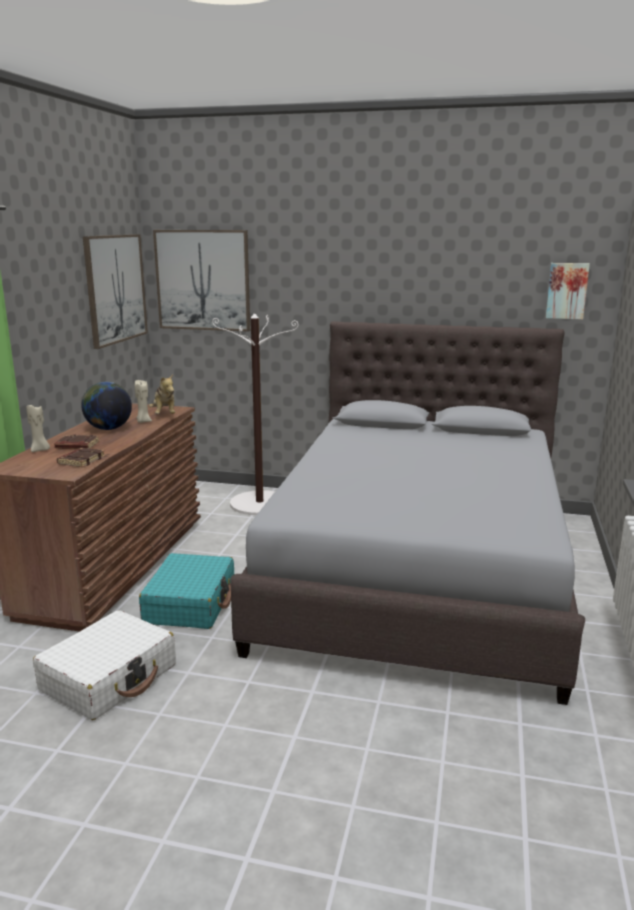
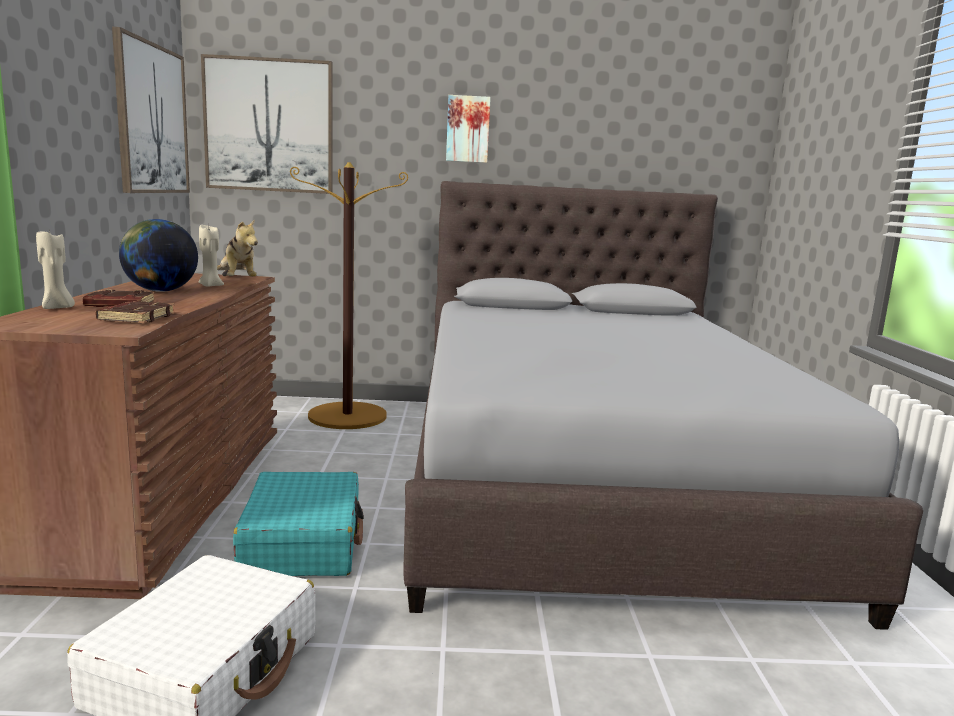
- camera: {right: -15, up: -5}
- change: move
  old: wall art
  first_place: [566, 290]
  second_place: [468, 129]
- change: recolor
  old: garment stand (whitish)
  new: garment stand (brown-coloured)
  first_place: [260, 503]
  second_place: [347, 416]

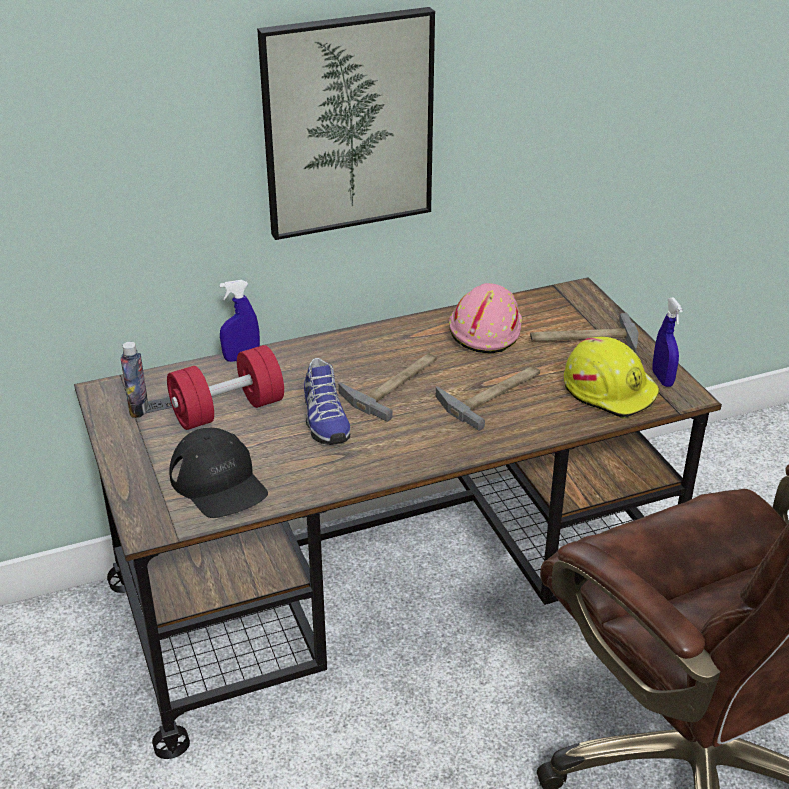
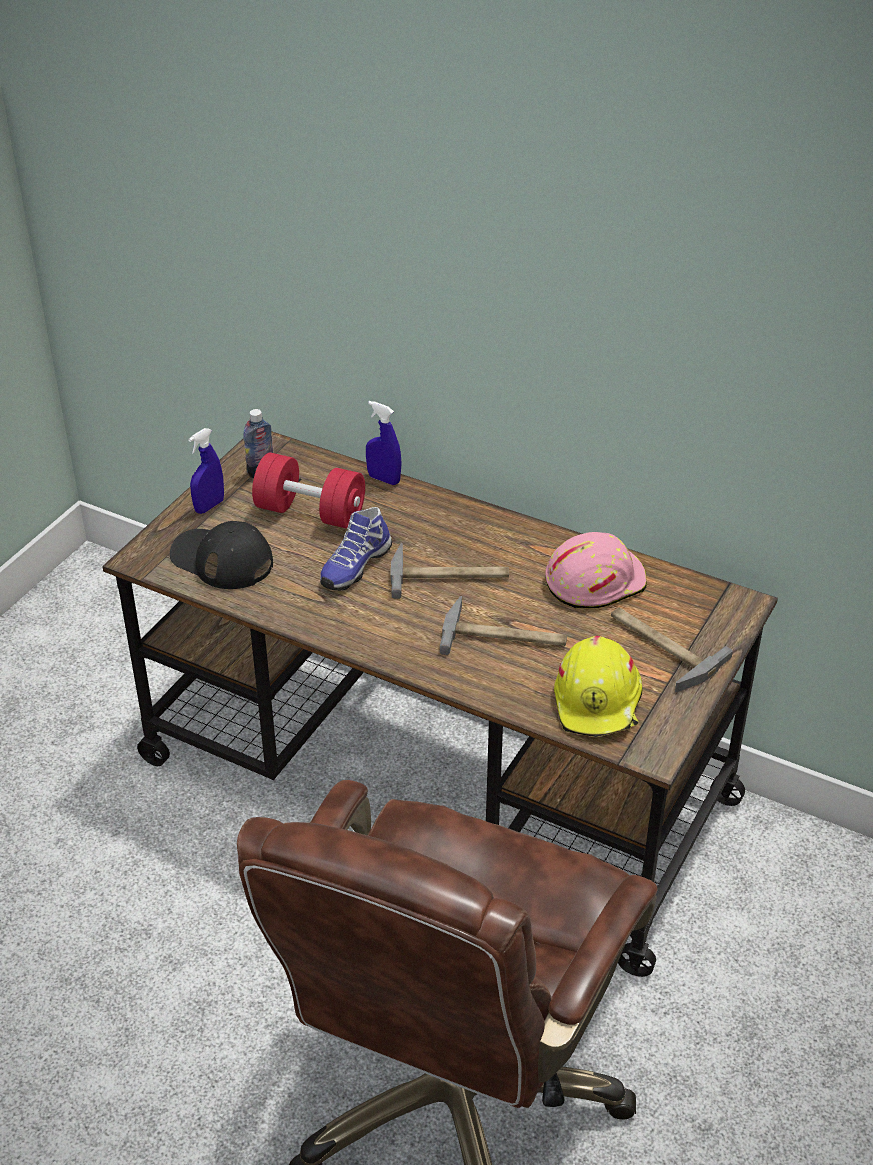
- camera: {right: 50, up: 5}
- change: delete
  old: wall art
  first_place: [347, 123]
- change: move
  old: spray bottle (blue)
  first_place: [662, 379]
  second_place: [209, 506]
- change: rotate
  old: peaked cap (black-coloured)
  first_place: [219, 483]
  second_place: [222, 560]
  degrees: 105

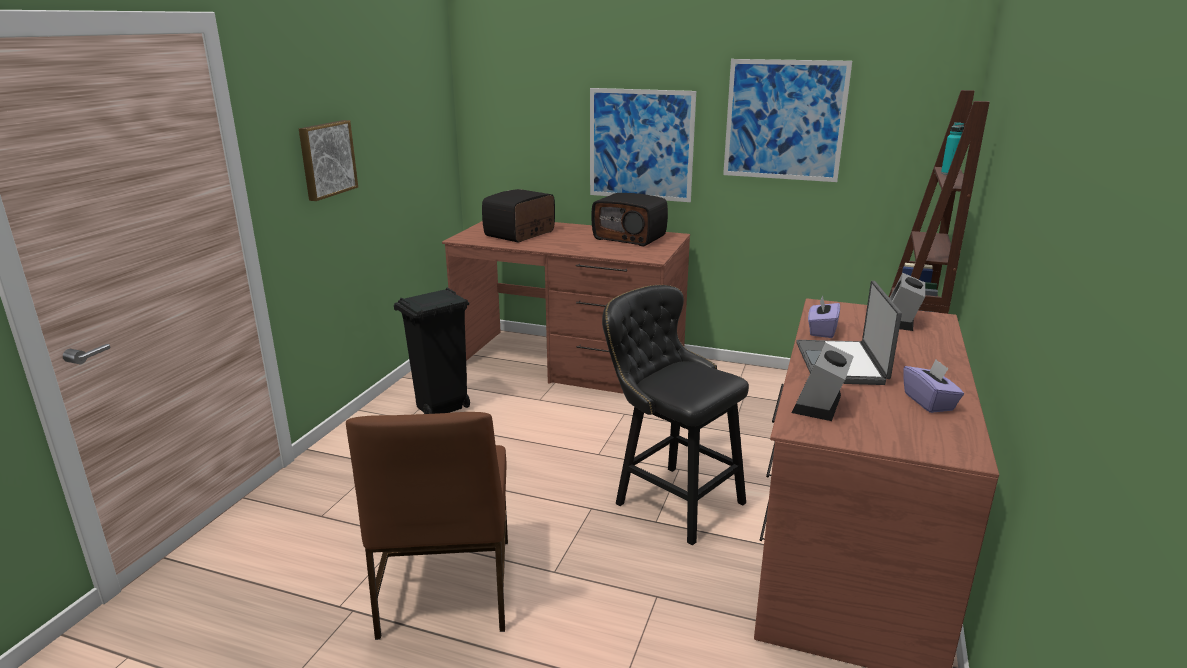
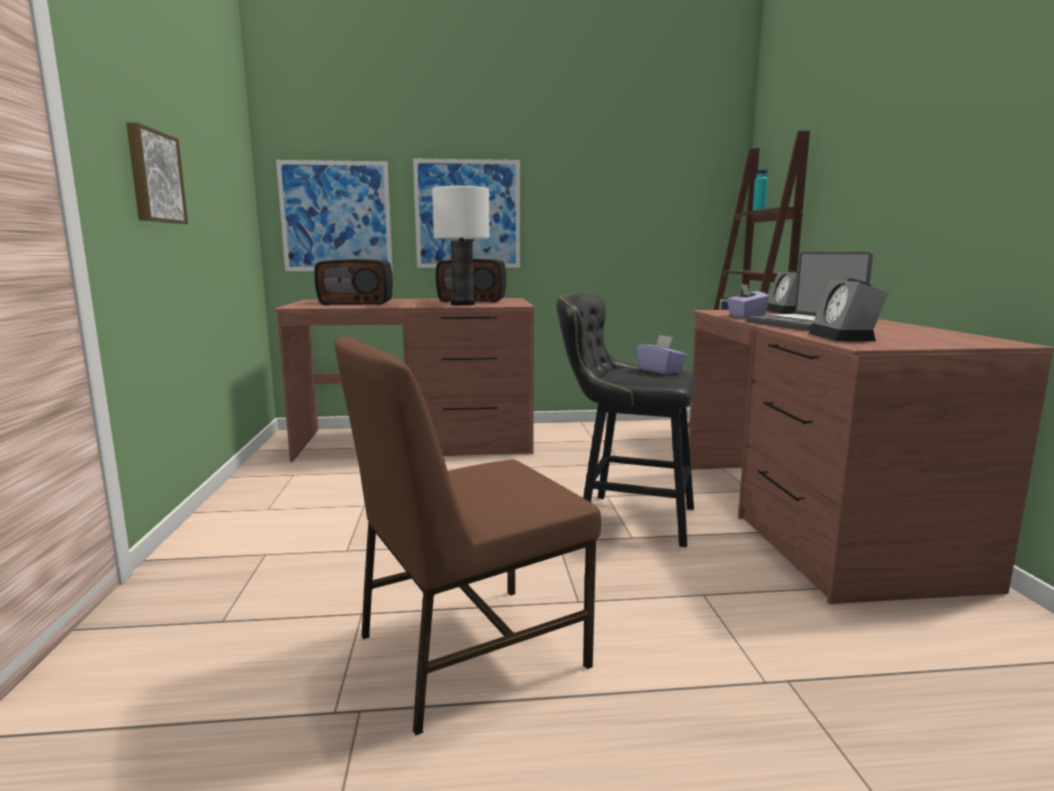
- camera: {right: -25, up: -10}
- change: move
  old: wall art
  first_place: [784, 120]
  second_place: [336, 217]
- change: rotate
  old: radio receiver
  first_place: [520, 234]
  second_place: [357, 303]
  degrees: -105
- change: delete
  old: rubbish bin (black-coloured)
  first_place: [441, 409]
- change: move
  old: box of tissues (purple-coloured)
  first_place: [929, 402]
  second_place: [660, 371]
- change: rotate
  old: plain chair (brown-coloured)
  first_place: [445, 588]
  second_place: [467, 651]
  degrees: 90
- change: insert
  new: lamp for a table (whitish)
  second_place: [462, 304]

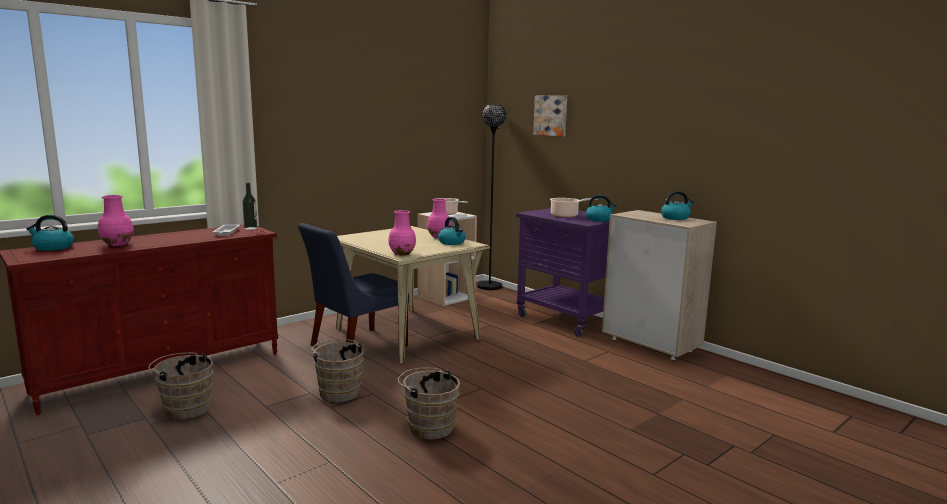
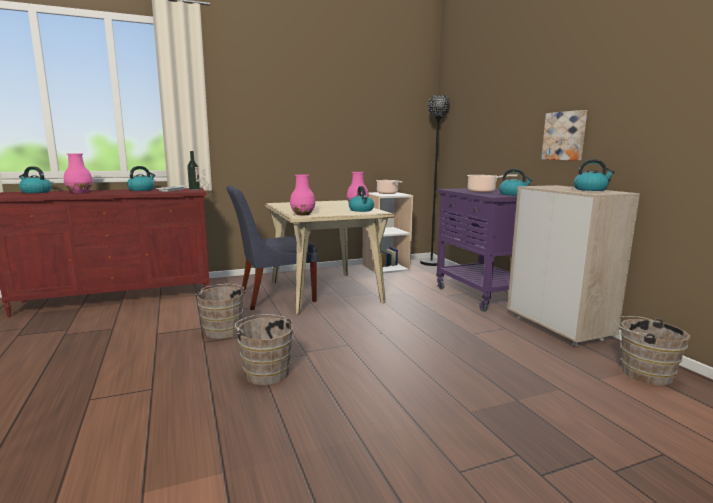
- camera: {right: 20, up: 0}
- change: move
  old: wall art
  first_place: [551, 115]
  second_place: [565, 136]
- change: move
  old: water bucket (brown-coloured)
  first_place: [185, 408]
  second_place: [642, 373]
- change: insert
  new: tea kettle
  second_place: [142, 190]

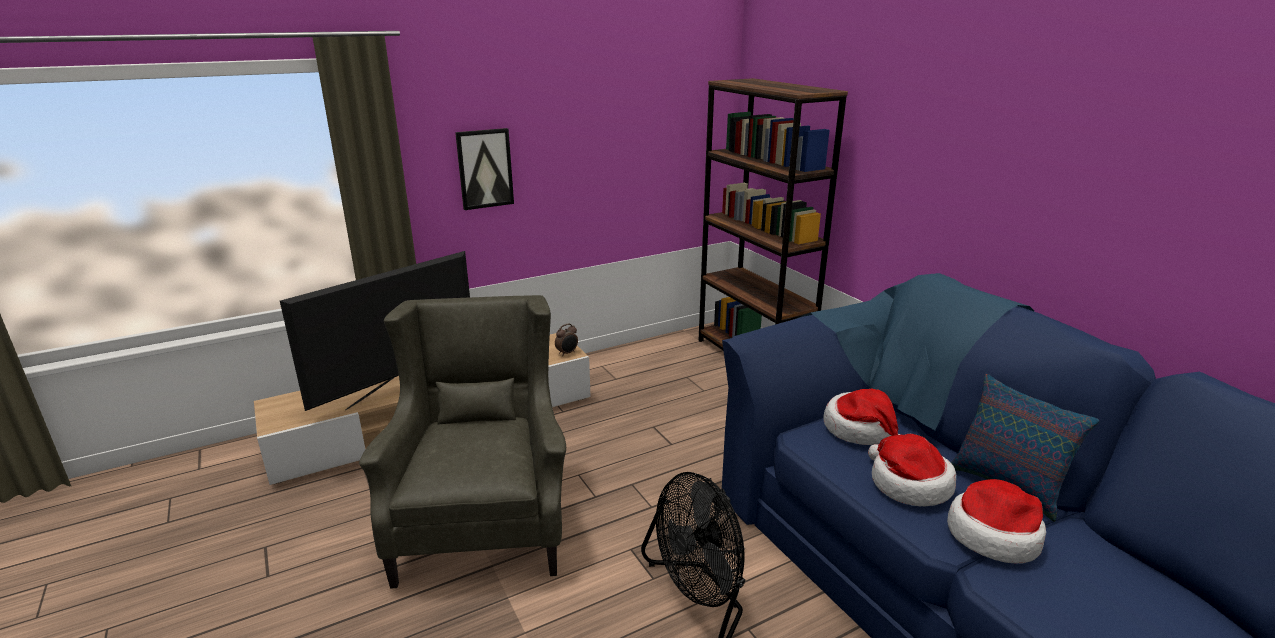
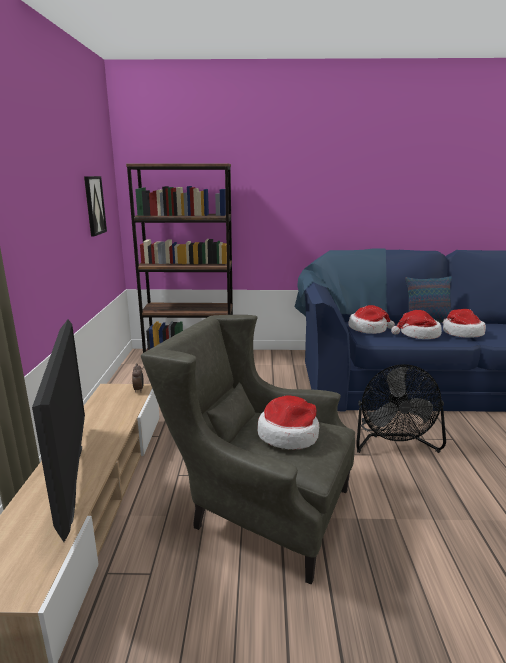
- camera: {right: -60, up: -5}
- change: move
  old: wall art
  first_place: [485, 168]
  second_place: [94, 205]
- change: insert
  new: wearable hat
  second_place: [289, 434]

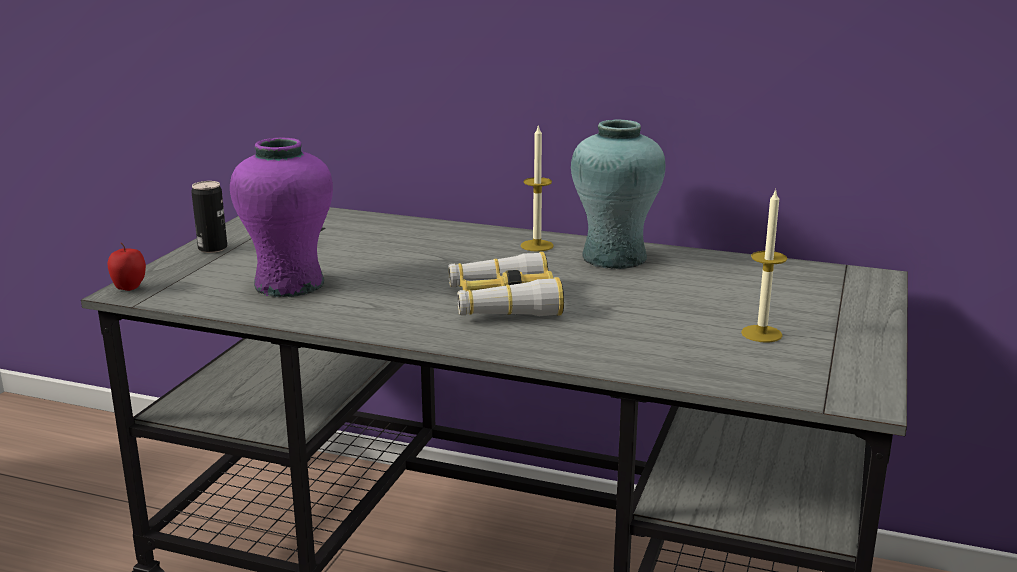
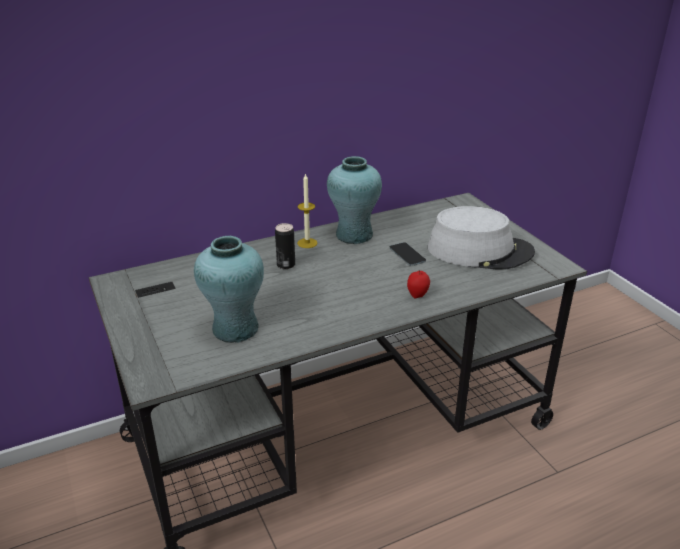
- camera: {right: -45, up: 10}
- change: recolor
  old: flower vase (purple-coloured)
  new: flower vase (turquoise)
  first_place: [288, 284]
  second_place: [235, 329]
- change: move
  old: can
  first_place: [212, 248]
  second_place: [286, 265]
- change: replace
  old: wax light
  new: wearable hat (grey)
  first_place: [761, 334]
  second_place: [479, 251]
- change: move
  old: whole apple
  first_place: [129, 288]
  second_place: [417, 295]
- change: delete
  old: field glasses
  first_place: [503, 303]
- change: insert
  new: phone
  second_place: [407, 254]

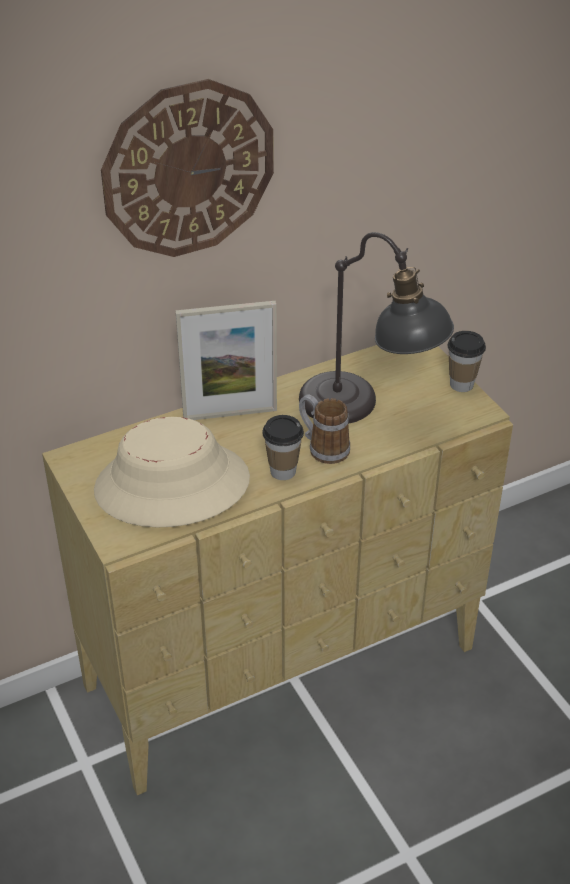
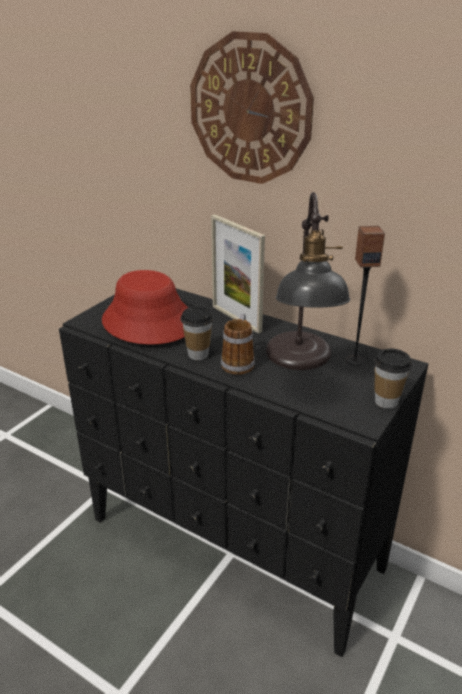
- camera: {right: 60, up: -10}
- change: recolor
  old: drawer chest (sand-coloured)
  new: drawer chest (black-coloured)
  first_place: [285, 670]
  second_place: [234, 547]
- change: recolor
  old: wearable hat (sand-coloured)
  new: wearable hat (reddish)
  first_place: [172, 486]
  second_place: [148, 322]
- change: insert
  new: speaker
  second_place: [354, 360]

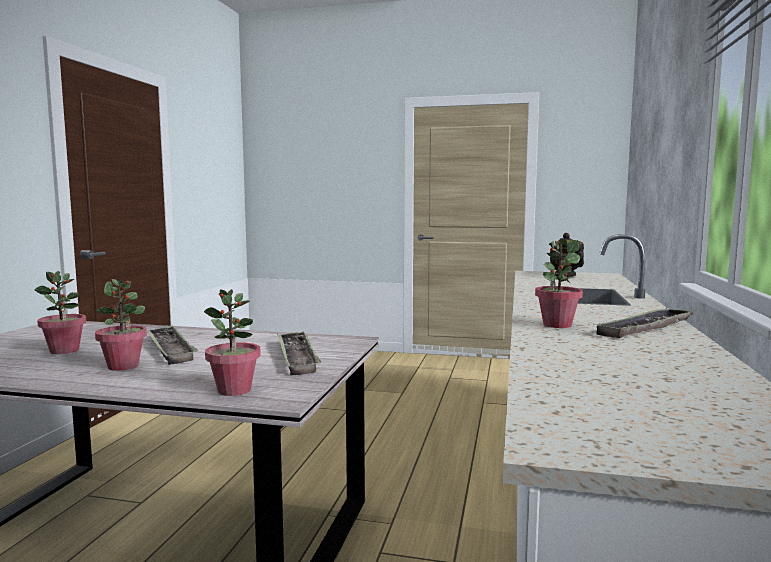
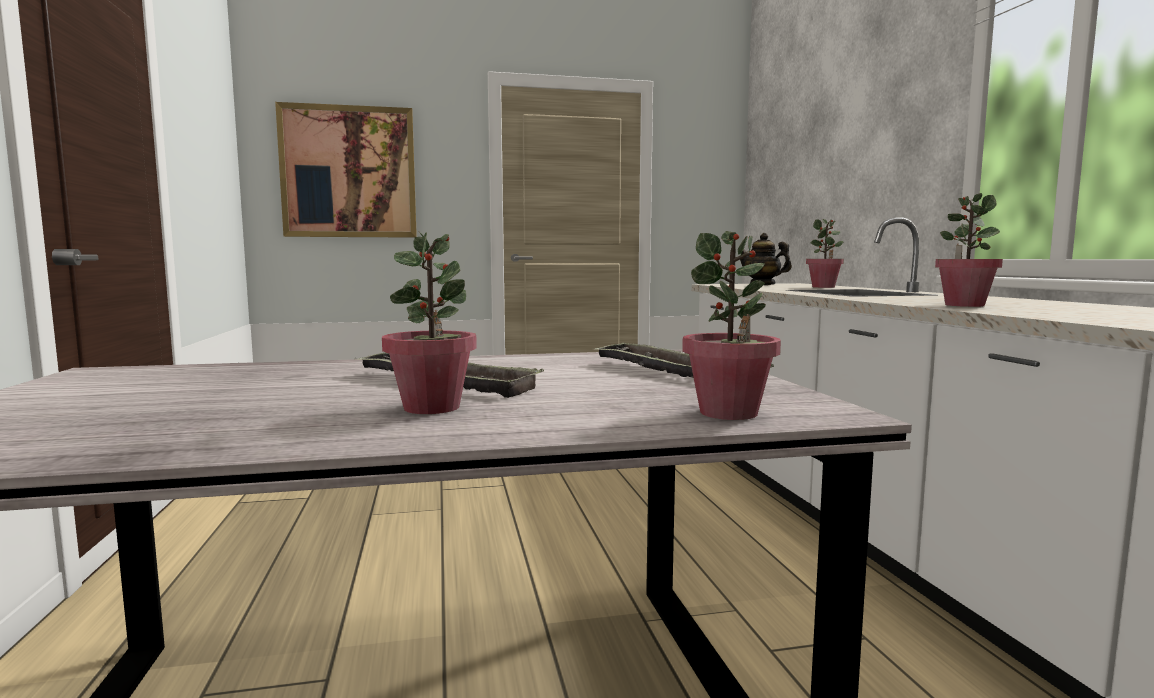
- camera: {right: -25, up: 0}
- change: move
  old: potted plant
  first_place: [64, 351]
  second_place: [823, 287]
- change: delete
  old: serving tray
  first_place: [645, 329]
- change: insert
  new: wall art
  second_place: [349, 172]

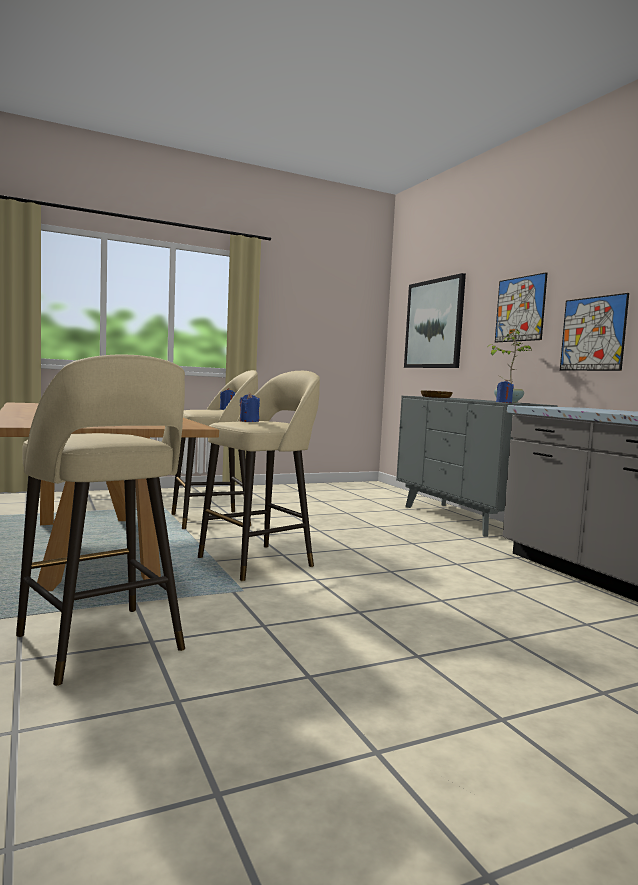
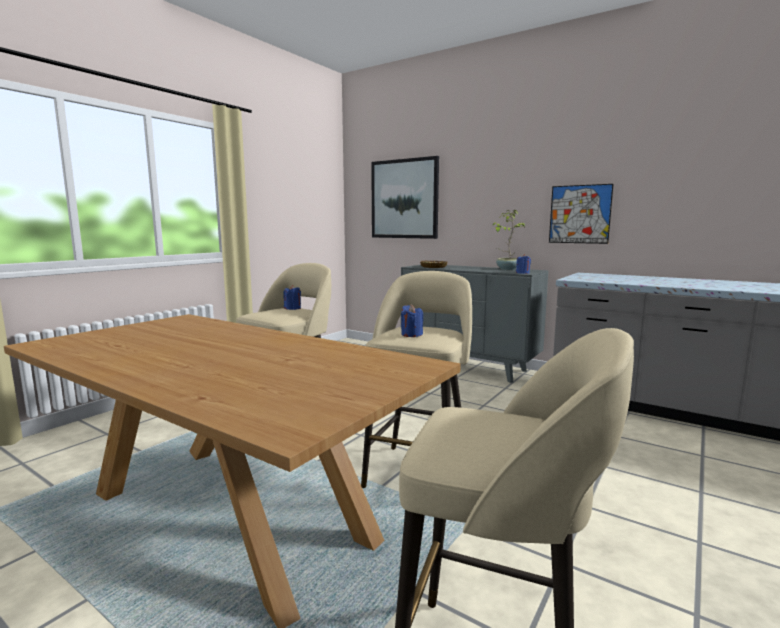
- camera: {right: -30, up: 5}
- change: delete
  old: wall art
  first_place: [520, 309]

